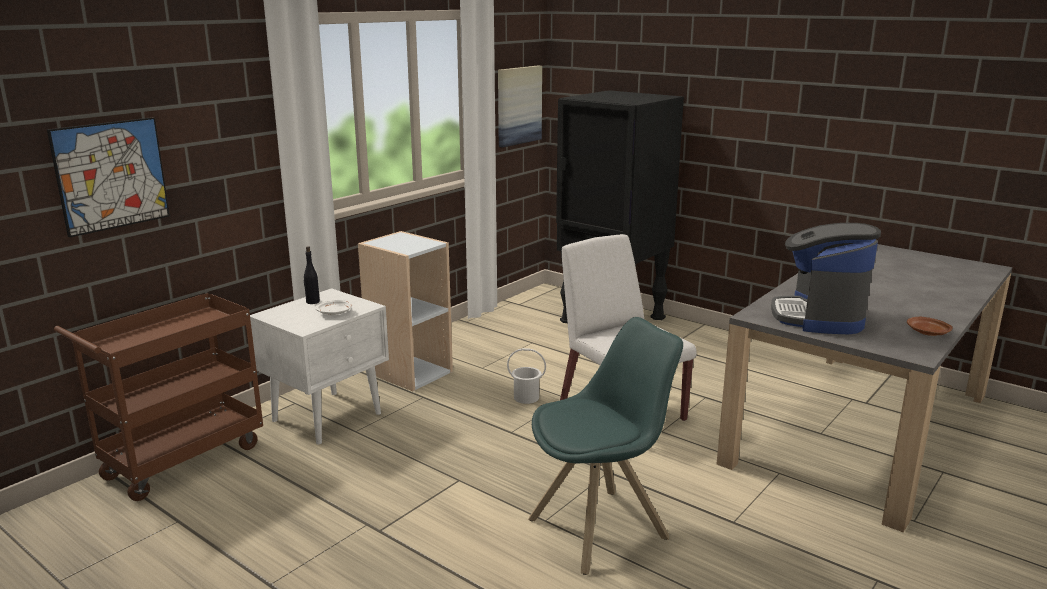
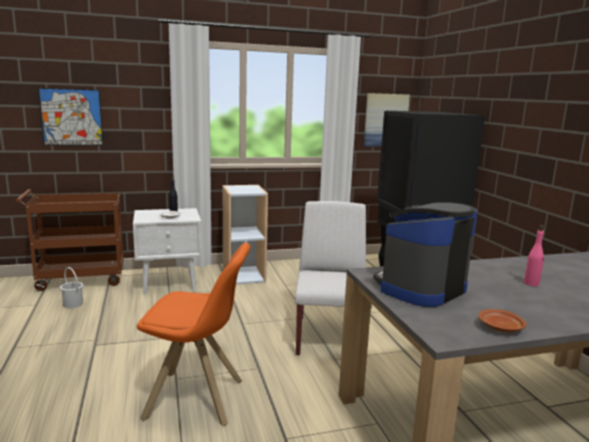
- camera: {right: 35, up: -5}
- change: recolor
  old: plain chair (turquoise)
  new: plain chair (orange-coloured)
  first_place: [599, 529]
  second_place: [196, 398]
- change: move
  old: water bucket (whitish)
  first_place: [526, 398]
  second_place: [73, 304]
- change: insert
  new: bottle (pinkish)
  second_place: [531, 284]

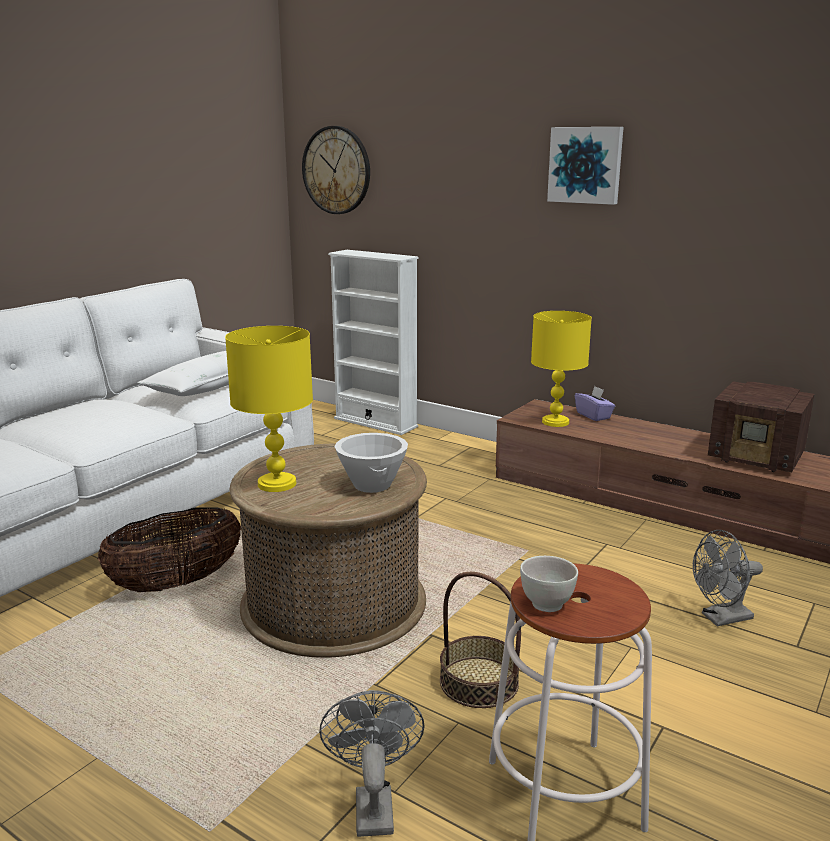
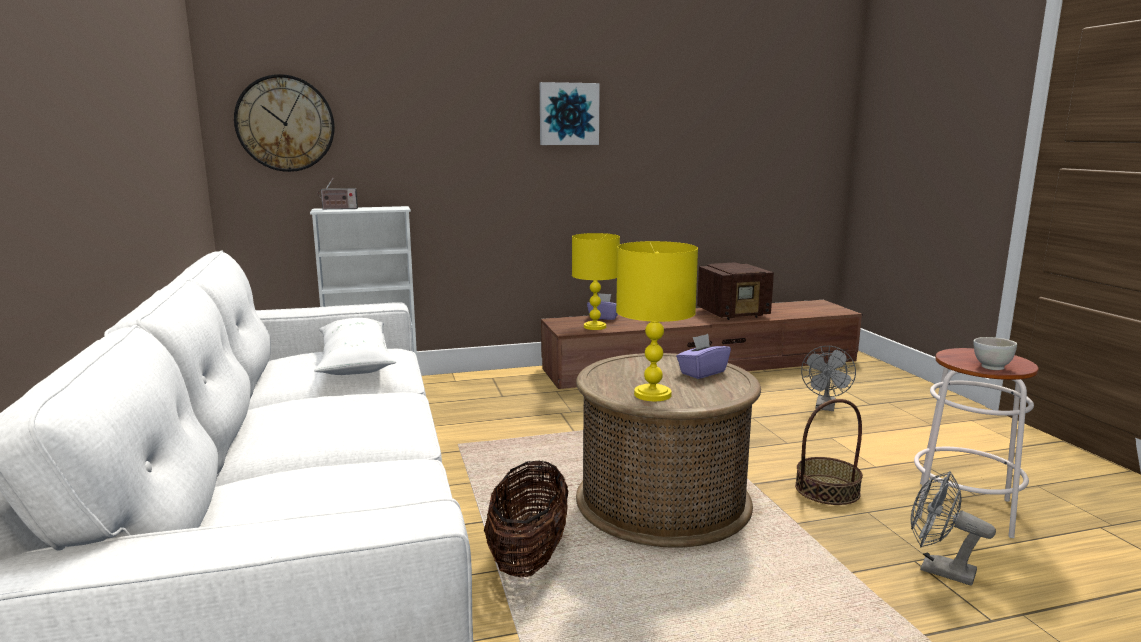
- camera: {right: -50, up: -5}
- change: replace
  old: serving bowl (whitish)
  new: box of tissues (purple-coloured)
  first_place: [371, 485]
  second_place: [702, 372]
- change: insert
  new: radio receiver
  second_place: [338, 208]

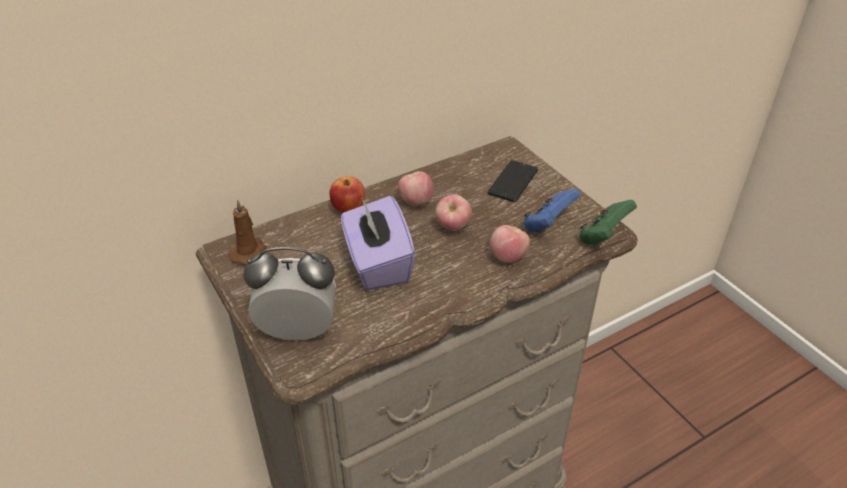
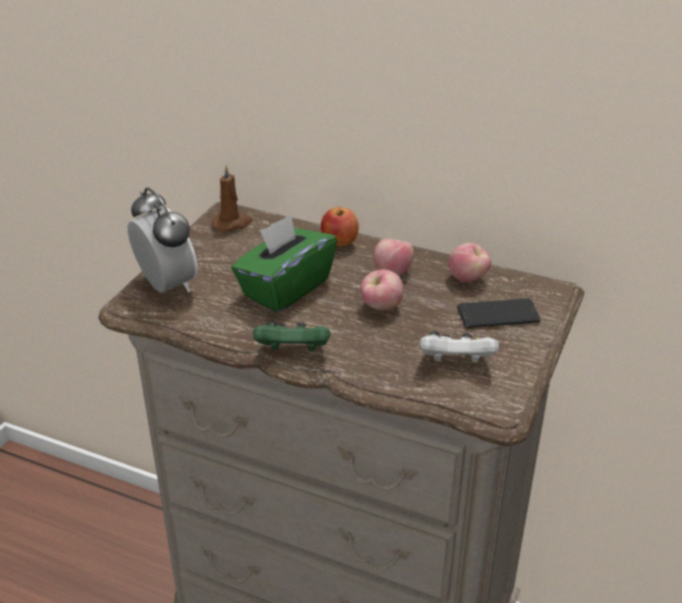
- camera: {right: 55, up: -5}
- change: recolor
  old: gamepad (blue)
  new: gamepad (whitish)
  first_place: [548, 225]
  second_place: [456, 363]
- change: recolor
  old: box of tissues (purple-coloured)
  new: box of tissues (green-coloured)
  first_place: [377, 264]
  second_place: [285, 288]
- change: move
  old: gamepad (green-coloured)
  first_place: [603, 236]
  second_place: [293, 352]
- change: move
  old: whole apple
  first_place: [508, 257]
  second_place: [468, 278]

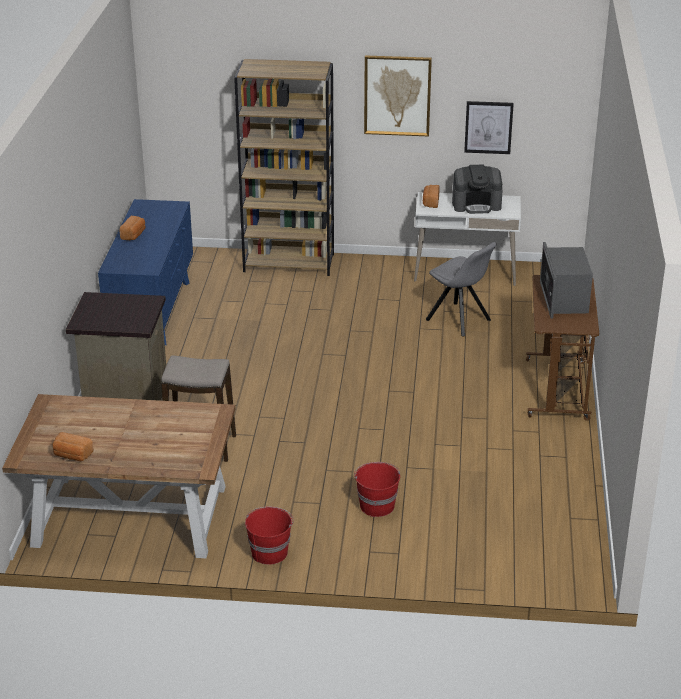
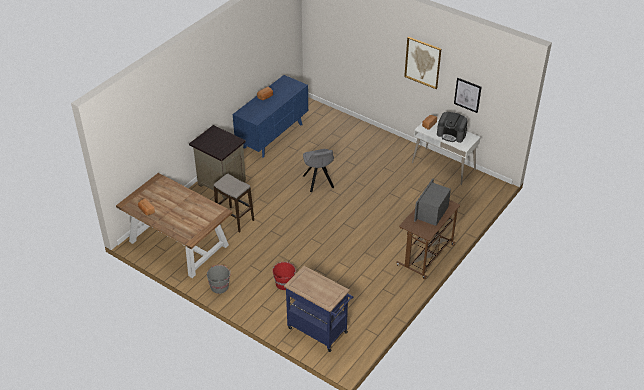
- camera: {right: 30, up: 10}
- change: delete
  old: bookshelf (brown-coloured)
  first_place: [289, 263]
- change: move
  old: plain chair (grey)
  first_place: [459, 320]
  second_place: [318, 182]
- change: recolor
  old: water bucket (reddish)
  new: water bucket (grey)
  first_place: [269, 552]
  second_place: [220, 286]
- change: insert
  new: trolley (blue)
  second_place: [319, 331]

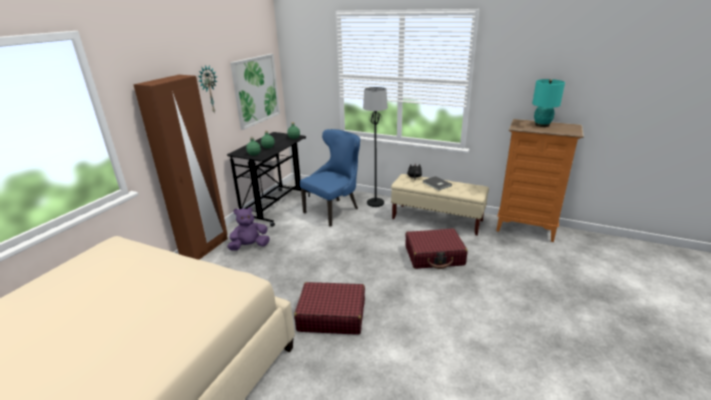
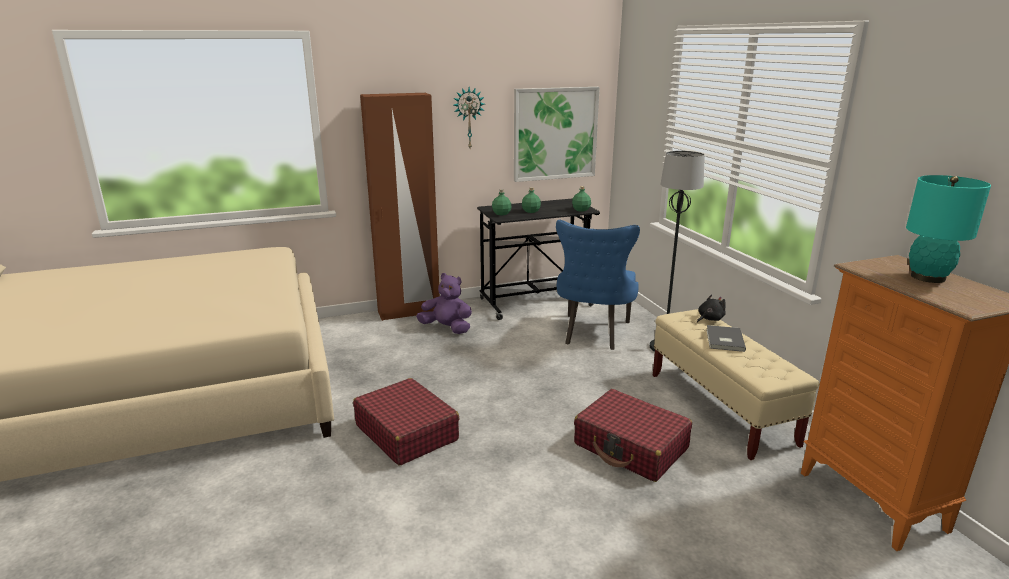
- camera: {right: 45, up: -5}
- change: rotate
  old: plain chair (blue)
  first_place: [334, 210]
  second_place: [593, 333]
  degrees: 105

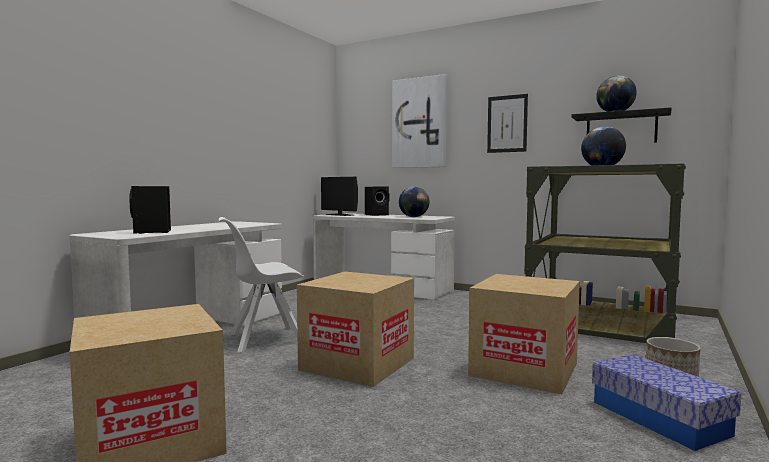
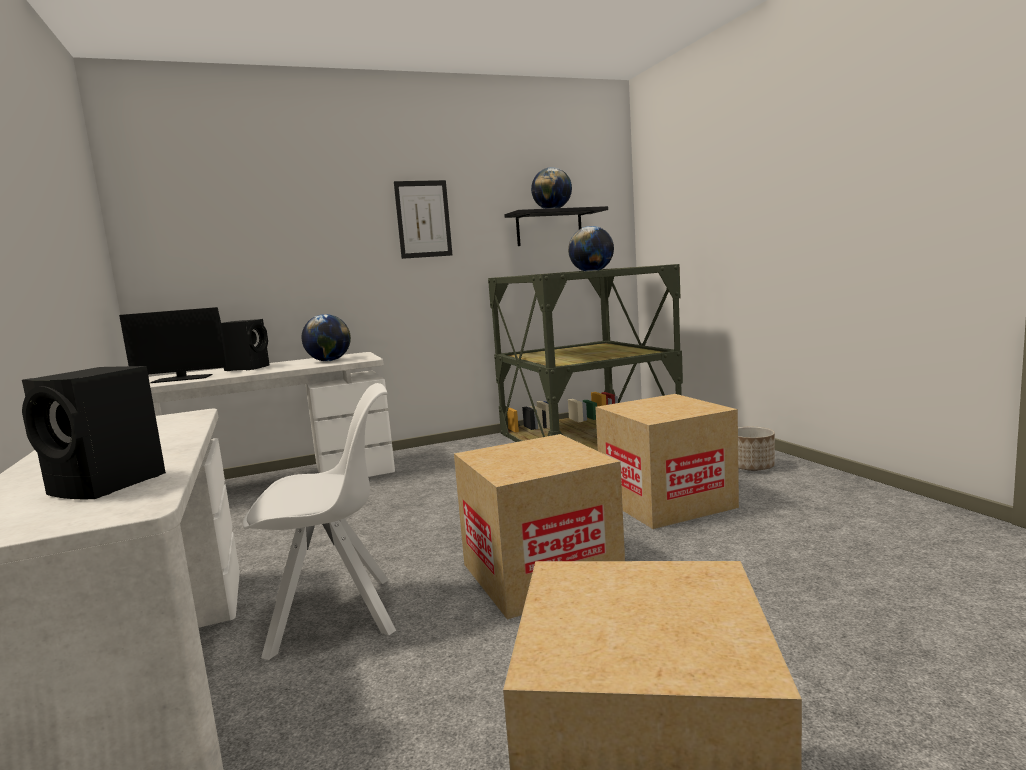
- camera: {right: -50, up: 5}
- change: delete
  old: wall art
  first_place: [419, 123]
- change: rotate
  old: plain chair (whitish)
  first_place: [265, 339]
  second_place: [335, 615]
  degrees: -120
- change: delete
  old: storage bin
  first_place: [659, 418]

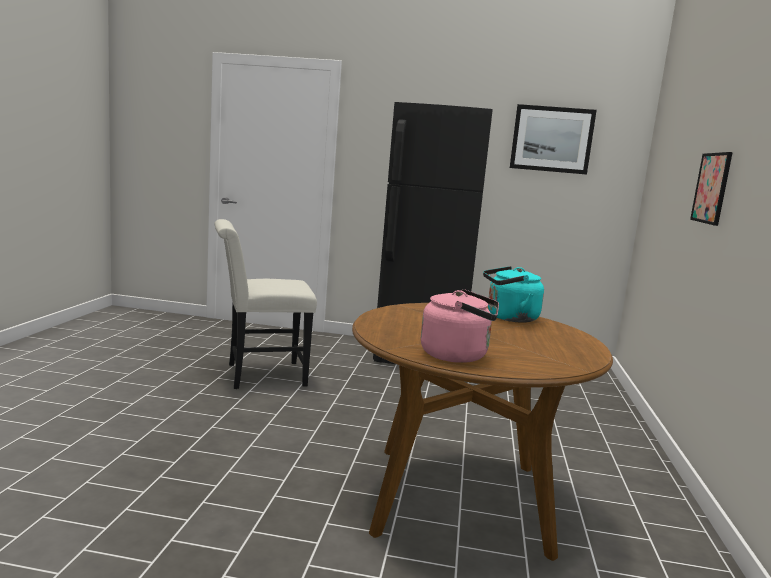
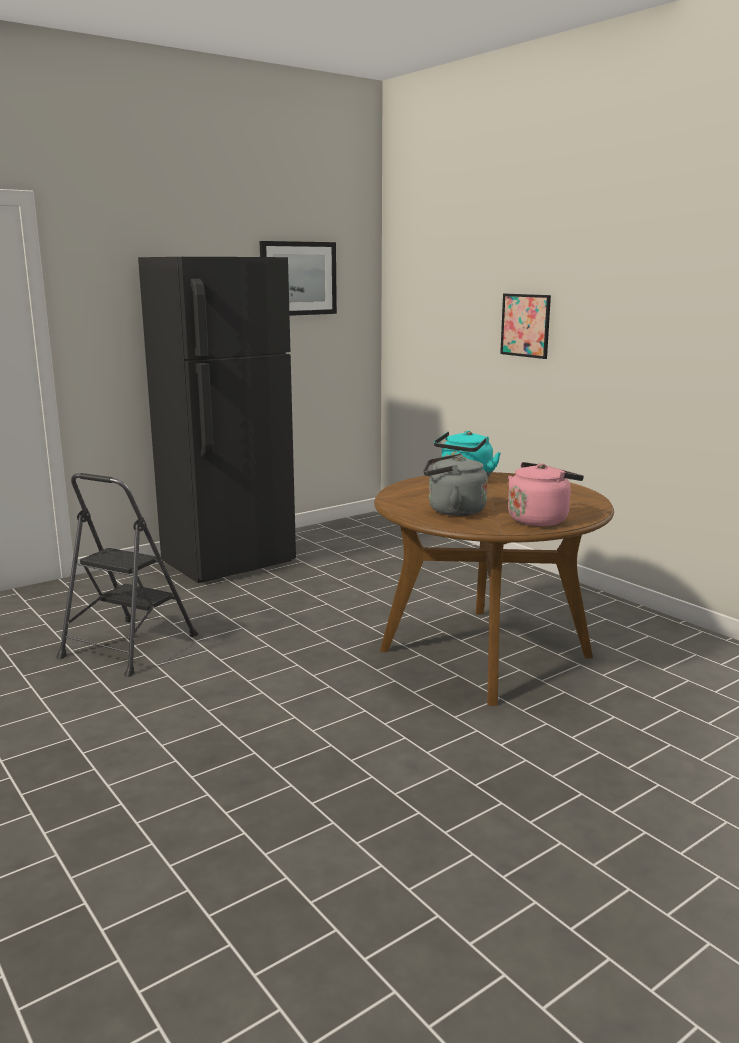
- camera: {right: -45, up: 5}
- change: replace
  old: plain chair (whitish)
  new: stepladder (black-coloured)
  first_place: [259, 375]
  second_place: [126, 647]
- change: insert
  new: tea kettle (grey)
  second_place: [452, 511]

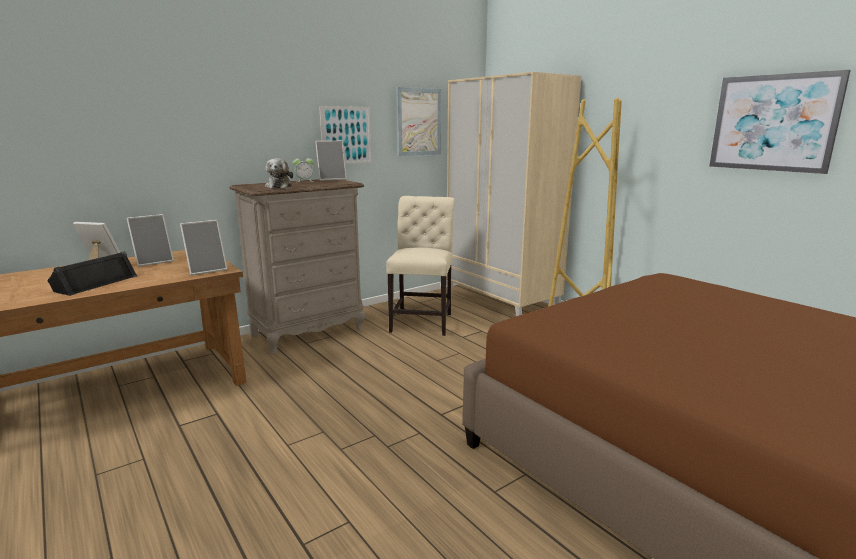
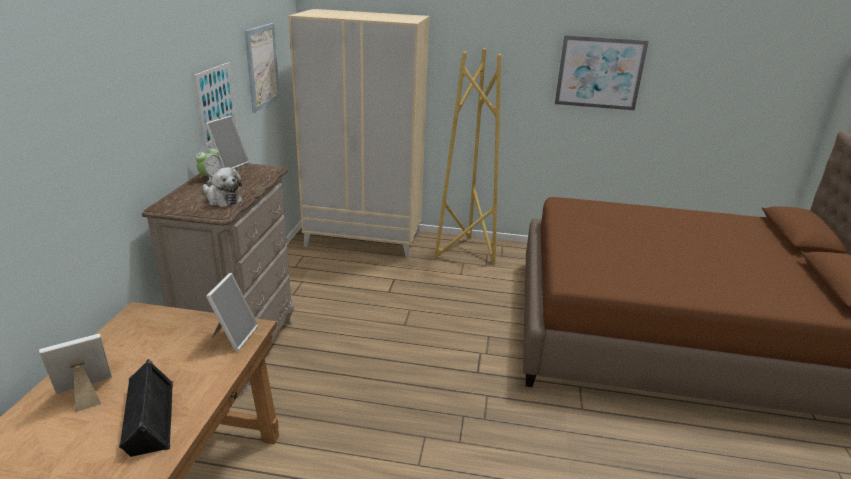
- camera: {right: -45, up: 10}
- change: delete
  old: plain chair (sand-coloured)
  first_place: [423, 321]
- change: delete
  old: standing frame
  first_place: [154, 261]

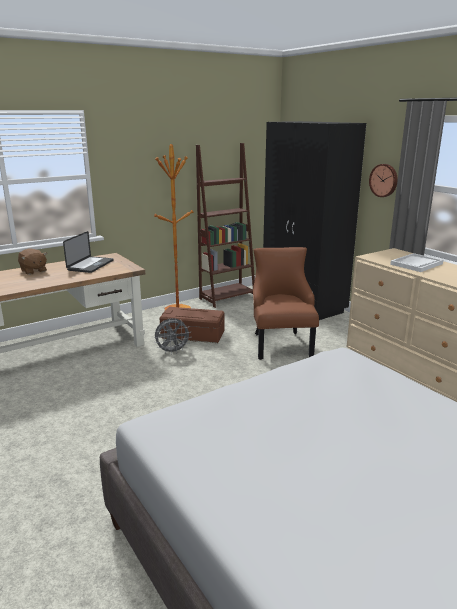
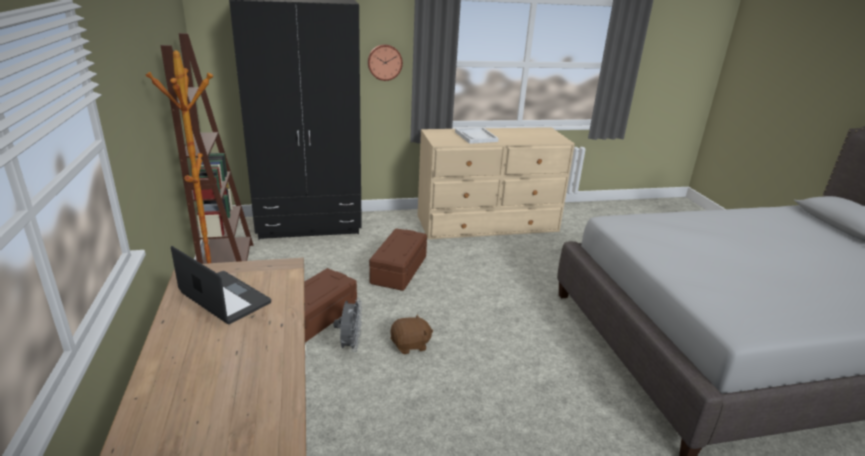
- camera: {right: -70, up: 5}
- change: replace
  old: plain chair (brown-coloured)
  new: storage bin (brown-coloured)
  first_place: [281, 346]
  second_place: [398, 269]
- change: move
  old: plush toy (brown-coloured)
  first_place: [33, 271]
  second_place: [410, 345]

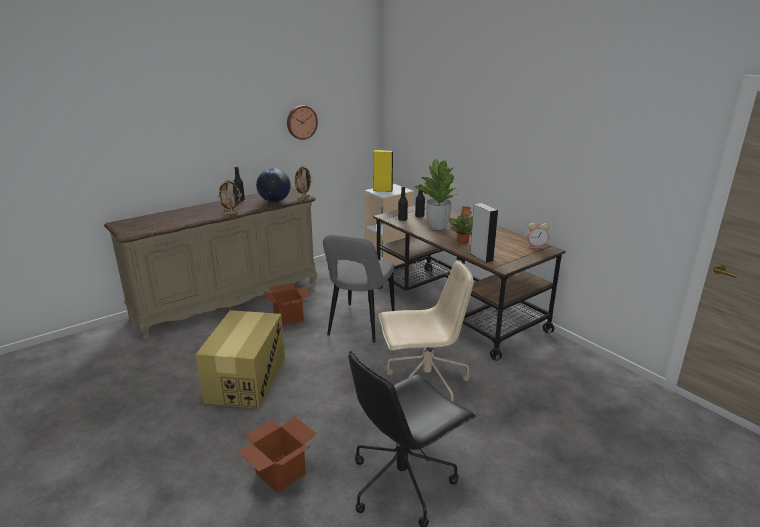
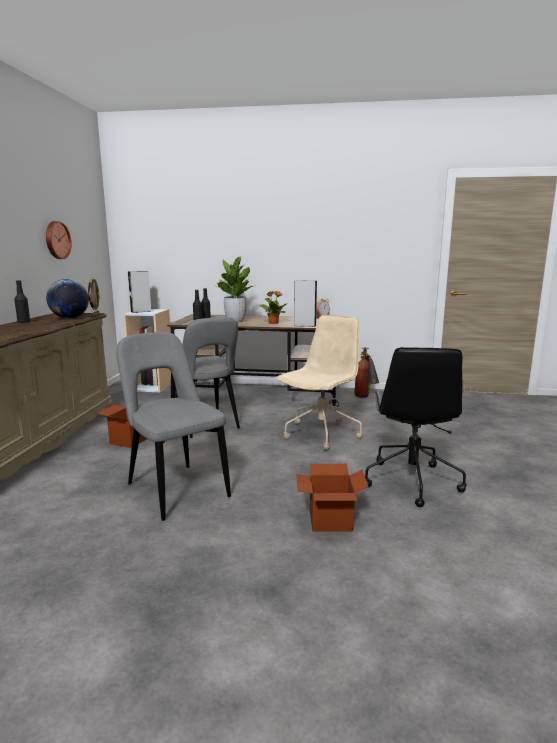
- camera: {right: -45, up: -10}
- change: recolor
  old: speaker (yellowish)
  new: speaker (grey)
  first_place: [382, 190]
  second_place: [141, 311]
- change: delete
  old: standing frame
  first_place: [231, 213]
- change: replace
  old: cardboard box
  new: plain chair (grey)
  first_place: [246, 379]
  second_place: [175, 488]
- change: insert
  new: extinguisher
  second_place: [365, 397]

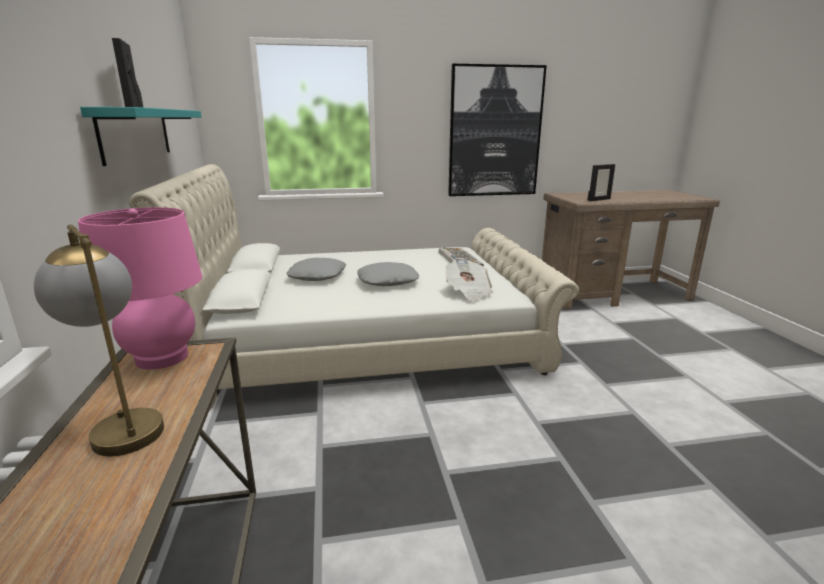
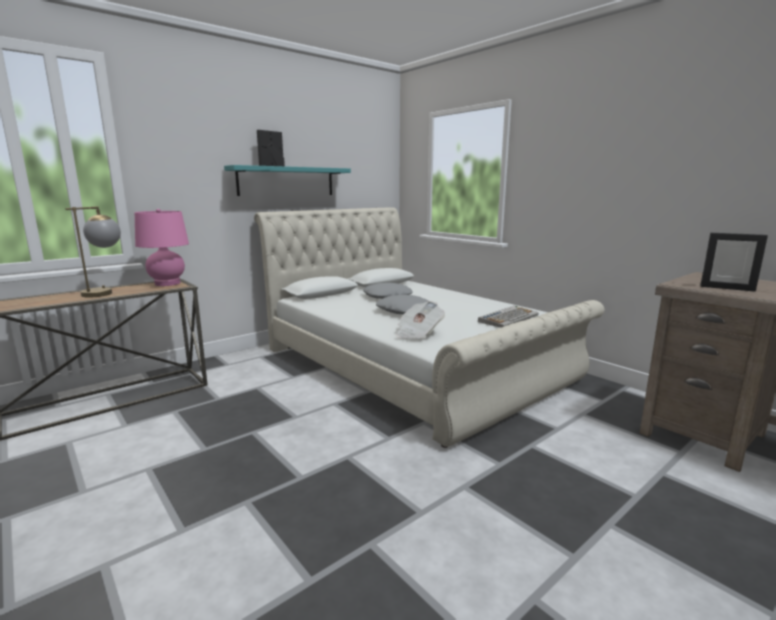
- camera: {right: 60, up: -5}
- change: delete
  old: wall art
  first_place: [495, 132]

